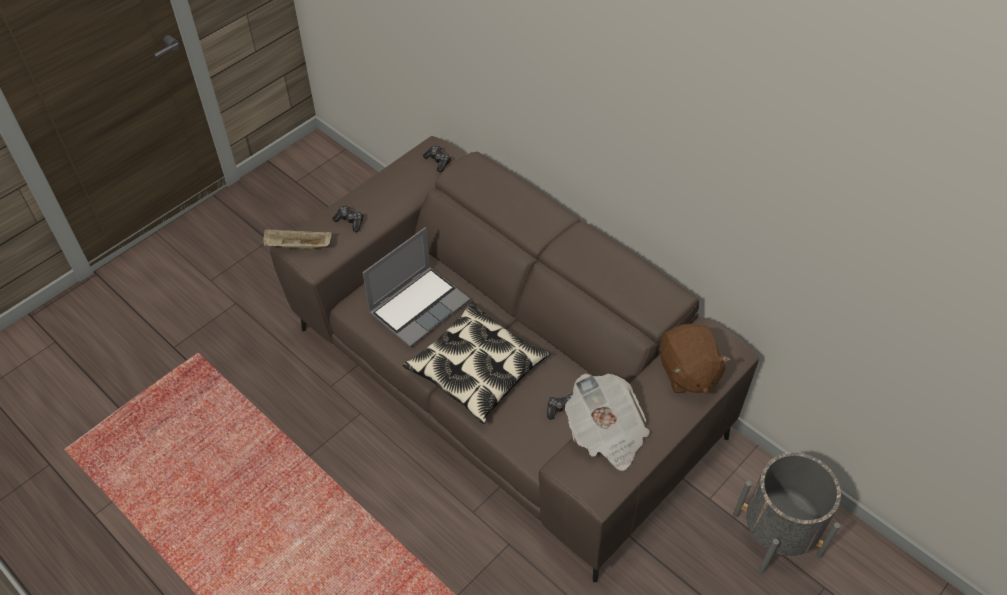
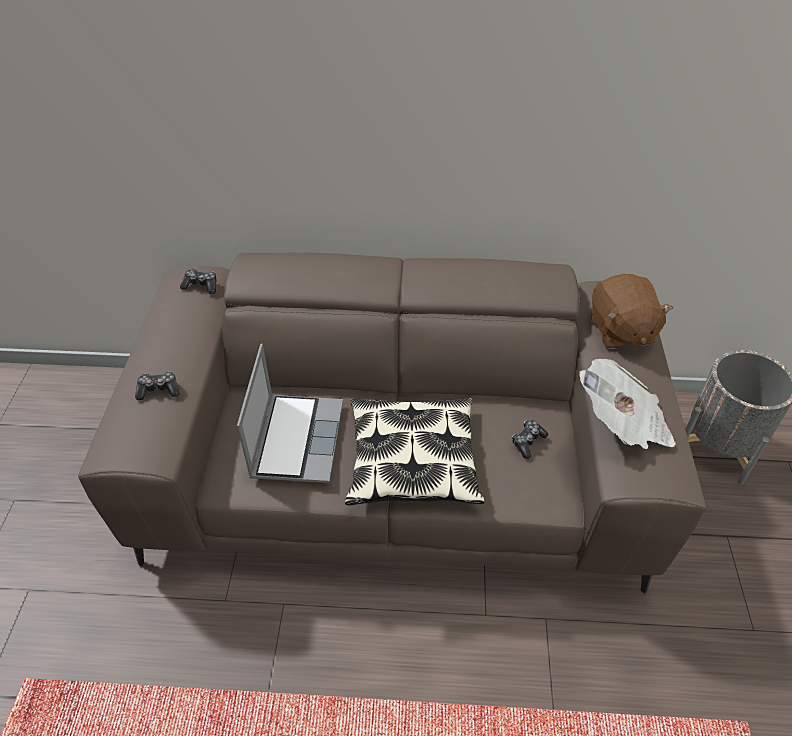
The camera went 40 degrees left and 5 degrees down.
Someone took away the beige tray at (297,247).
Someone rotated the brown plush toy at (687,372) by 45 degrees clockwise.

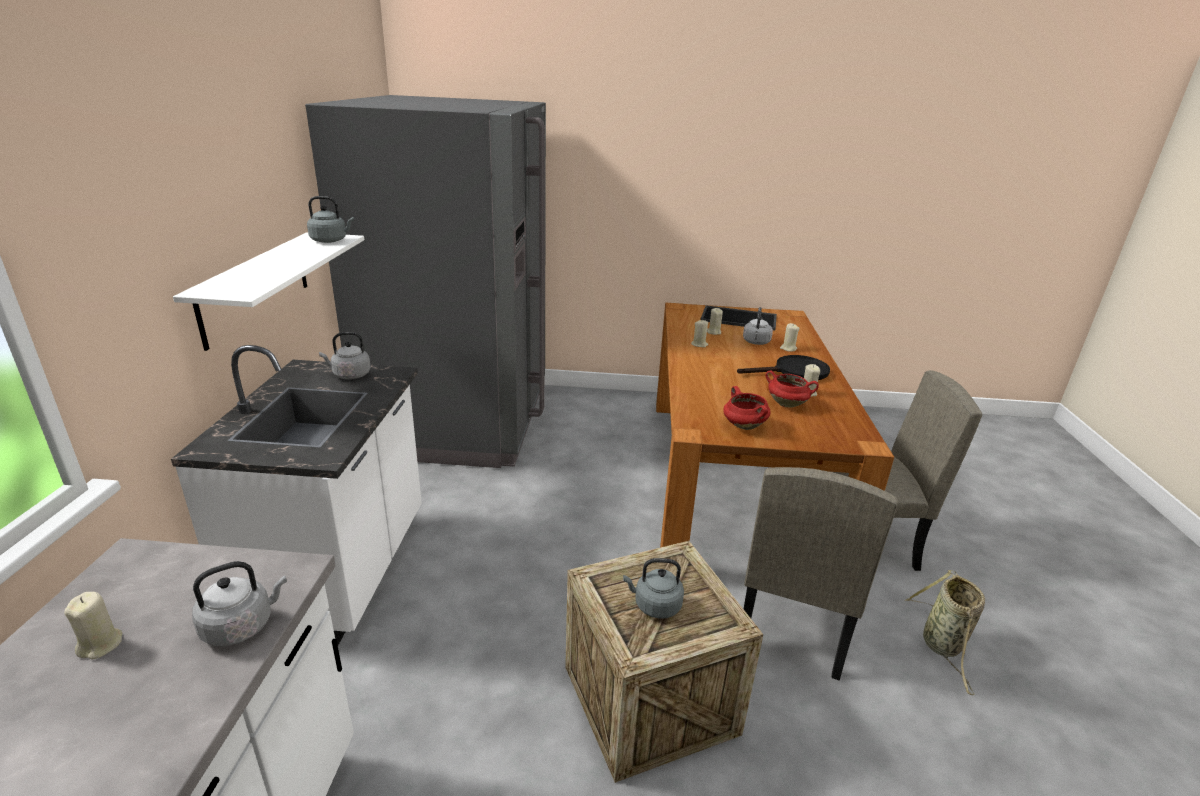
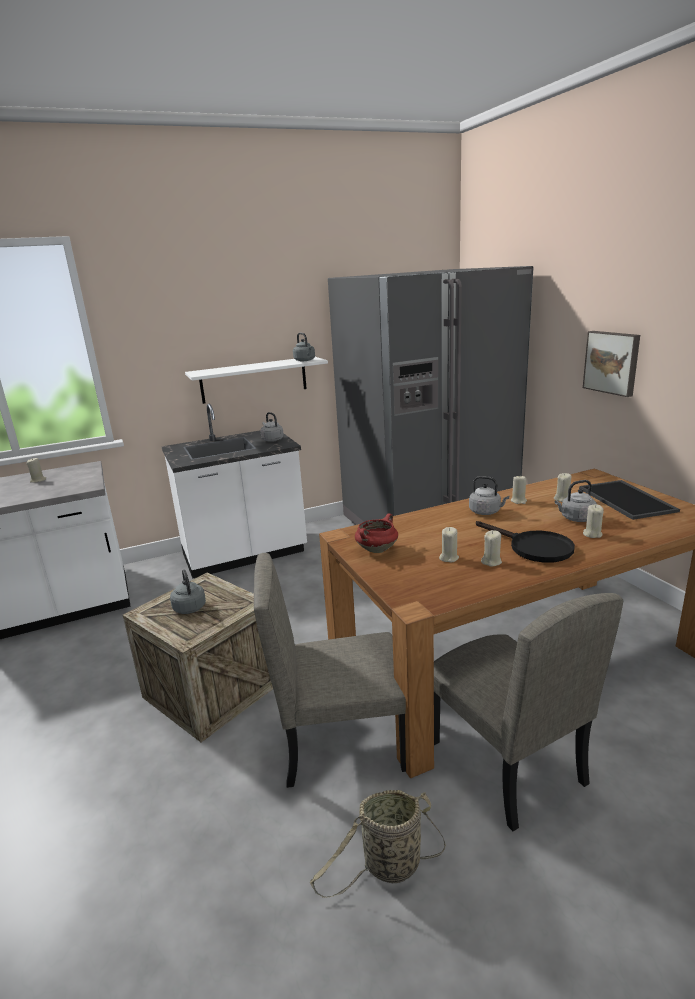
The camera went 65 degrees right and 5 degrees down.
Someone carried the grey kettle from (242,626) to (486,512).
Someone swapped the red cooking pot at (787,404) for the beige candle at (449,558).
Someone put up the picture at (612,362).

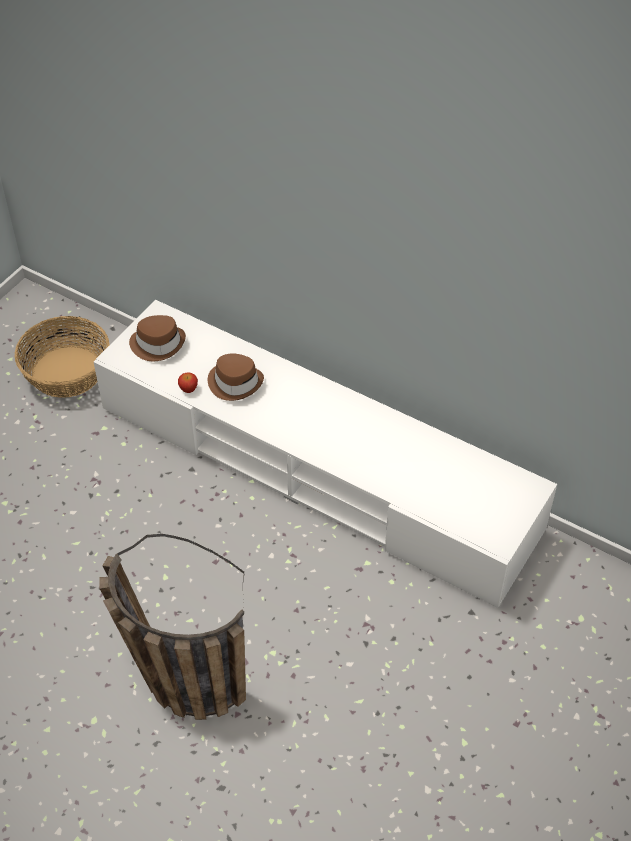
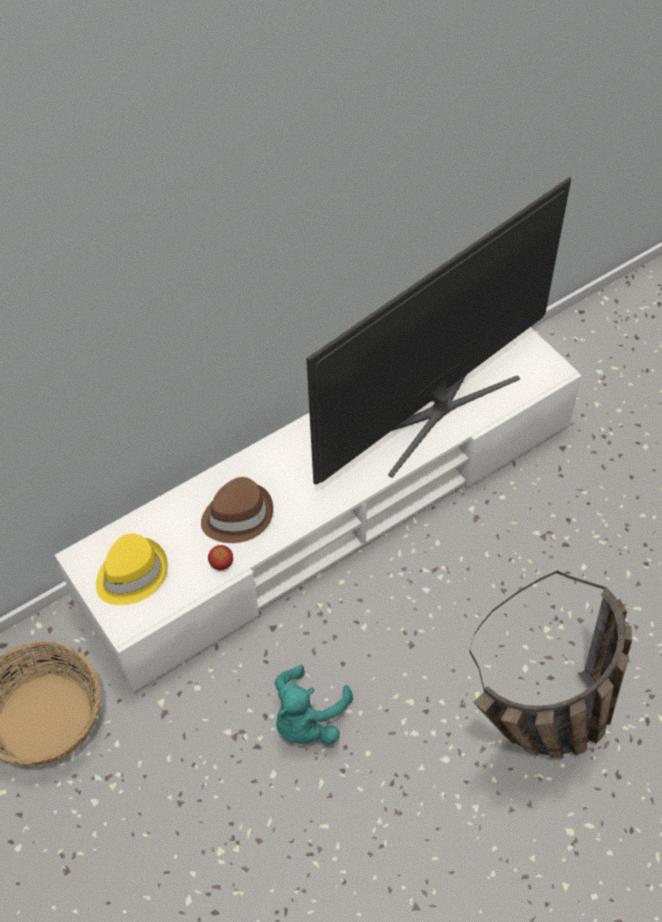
The camera went 65 degrees left and 5 degrees up.
Someone repainted the brown hat at (158,344), which became the yellow hat at (131,573).
Someone put down the turquoise plush toy at (307,720).
Someone put down the television at (436,408).

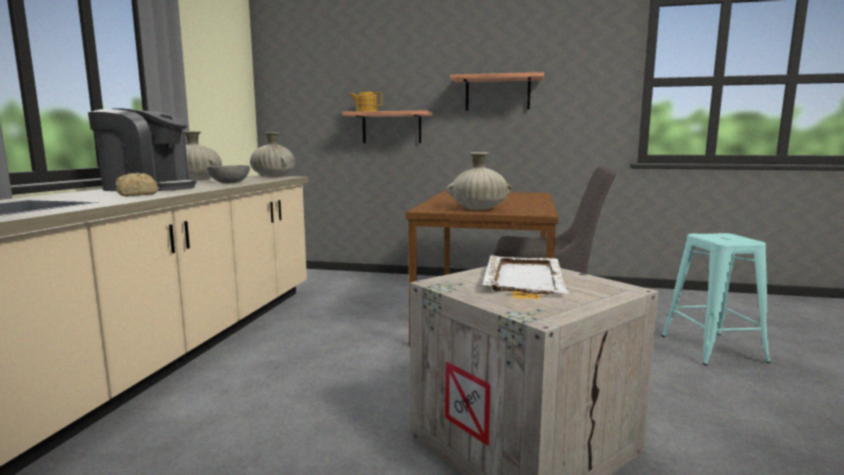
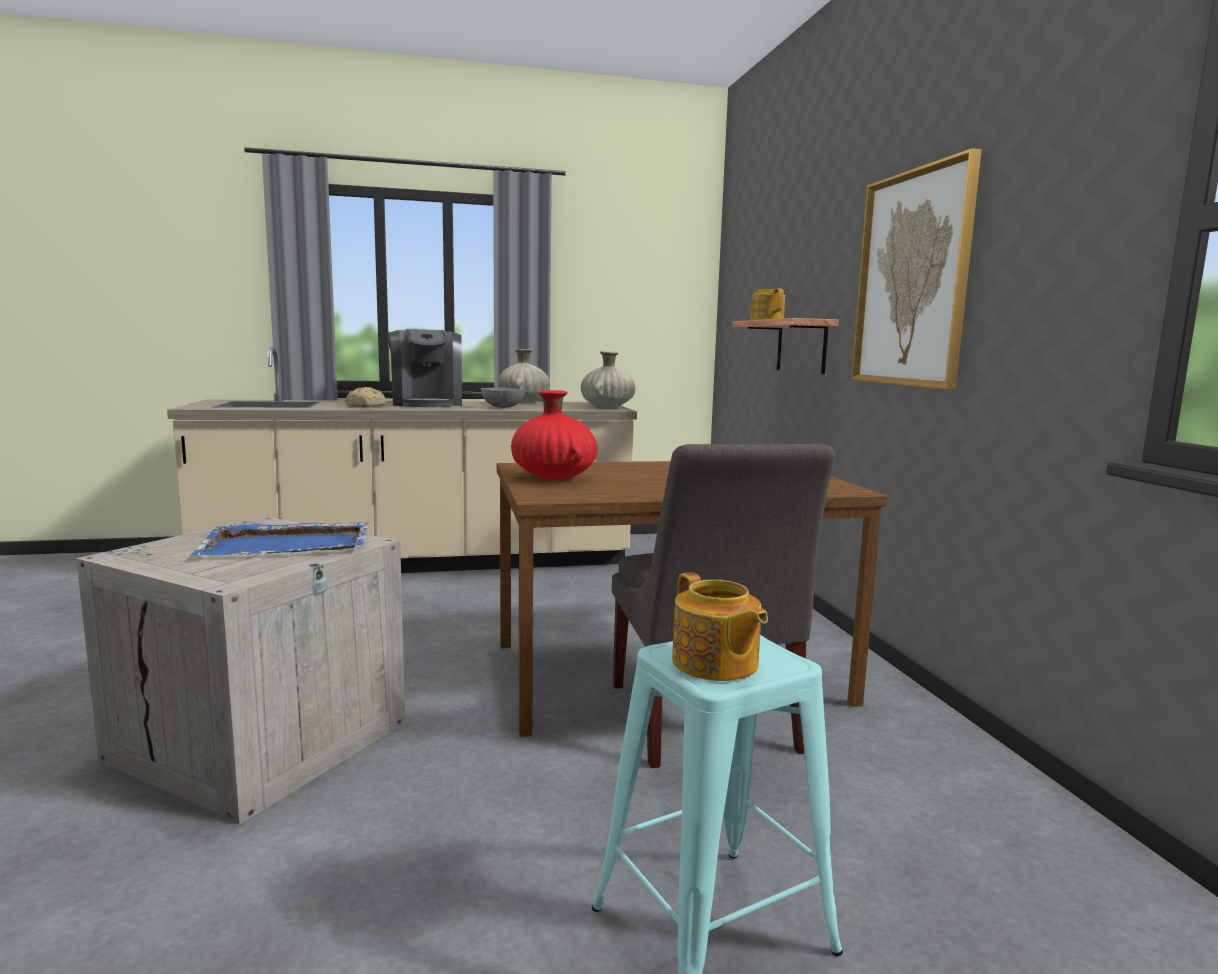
The camera went 65 degrees right and 0 degrees up.
Someone repainted the beige vase at (479,209), which became the red vase at (553,478).
Someone swapped the shelf at (497,93) for the picture at (912,279).
Someone repainted the white tray at (524,277), which became the blue tray at (289,544).
Someone put down the teapot at (715,664).

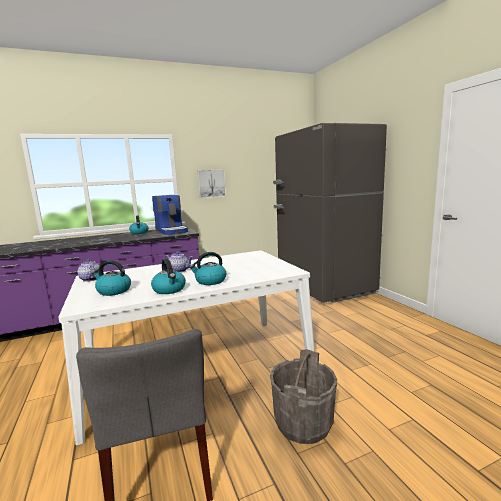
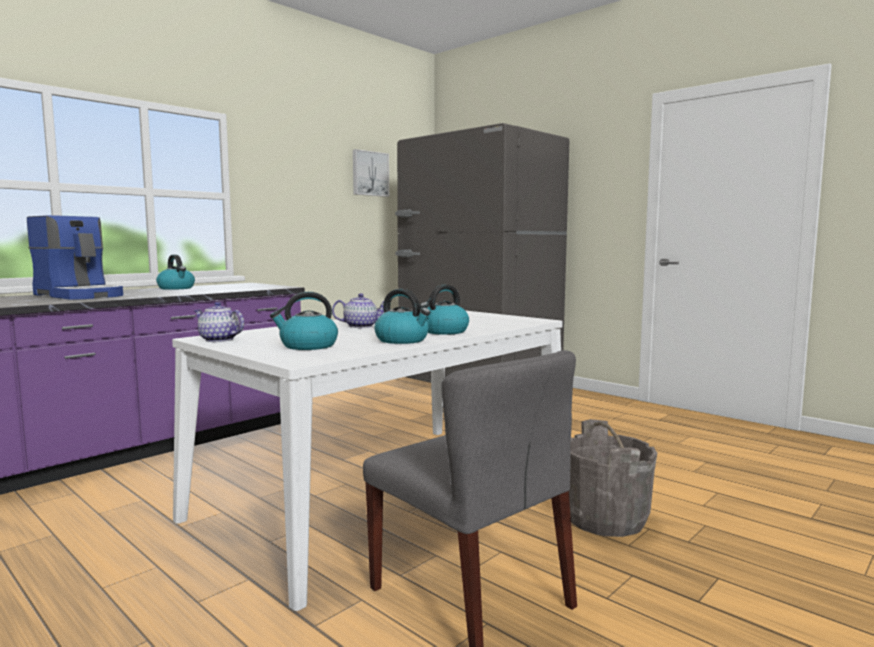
The camera went 25 degrees left and 5 degrees down.
Someone carried the coffee machine from (172,231) to (80,295).
Someone carried the picture from (211,183) to (369,173).

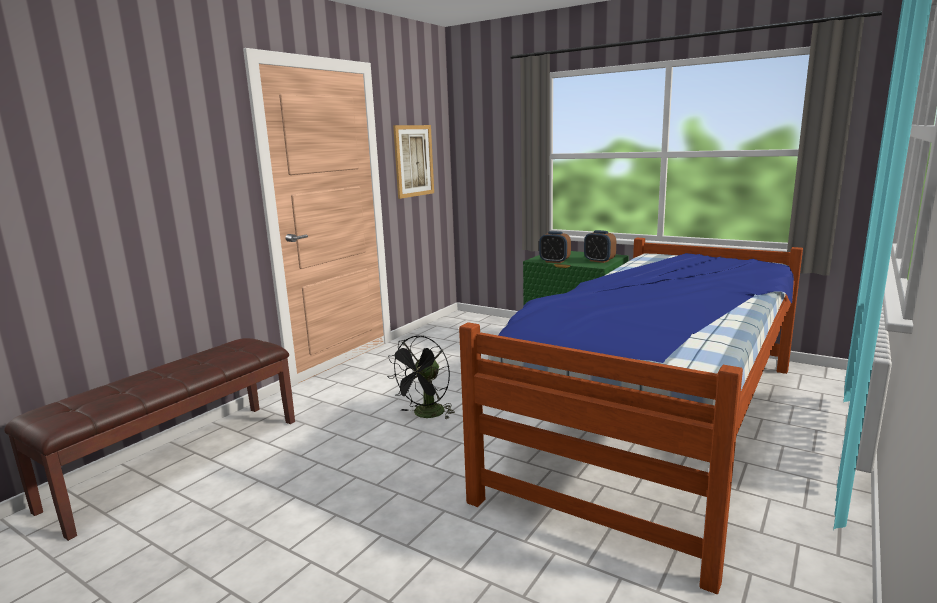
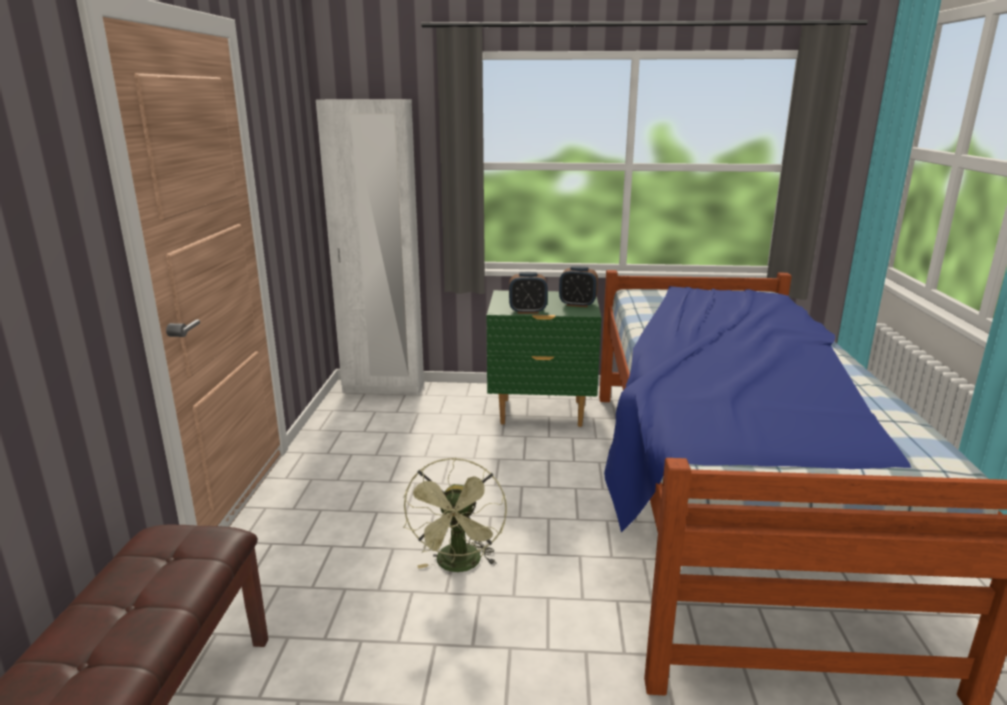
The camera went 30 degrees left and 5 degrees up.
Someone repainted the black fan at (425,415), which became the green fan at (459,566).
Someone took away the picture at (413,161).
Someone put down the white wardrobe at (383,388).

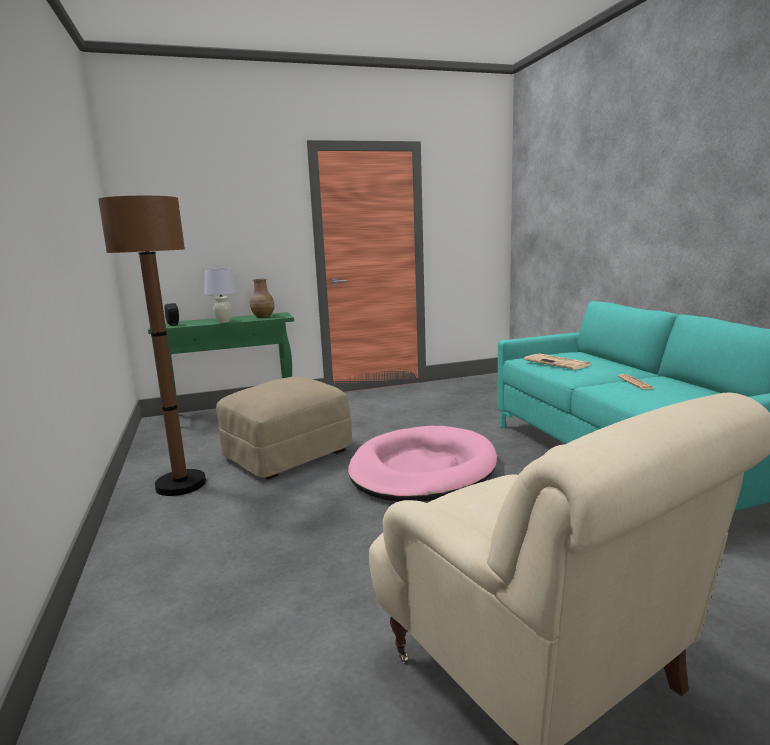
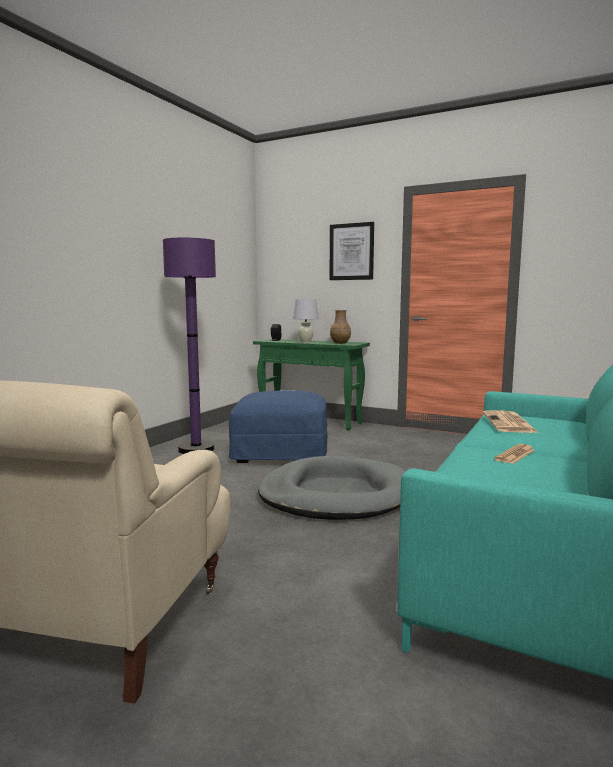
The camera went 45 degrees right and 5 degrees down.
Someone repainted the brown floor lamp at (181,484), which became the purple floor lamp at (196,449).
Someone repainted the beige ottoman at (287,454), which became the blue ottoman at (281,453).
Someone repainted the pink dog bed at (422,470), which became the grey dog bed at (335,495).
Someone put up the picture at (351,251).

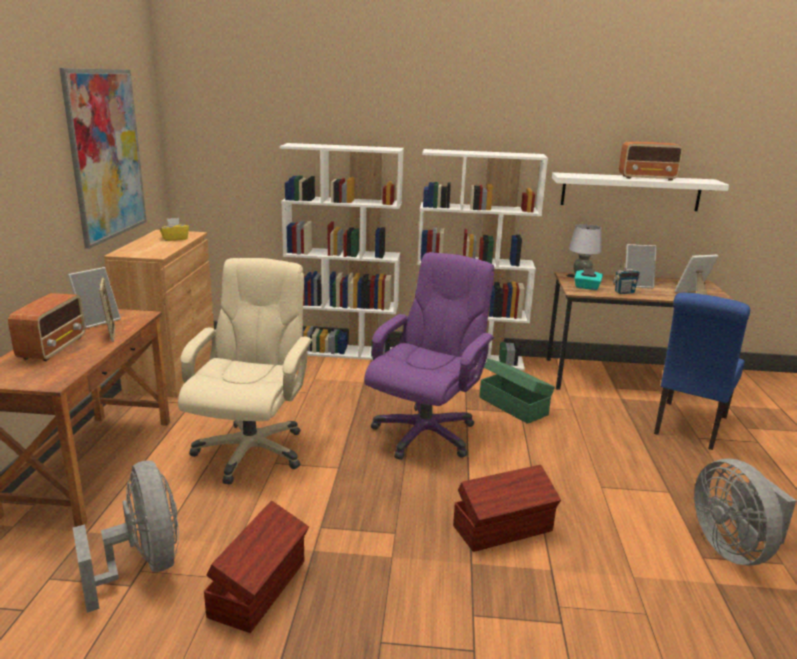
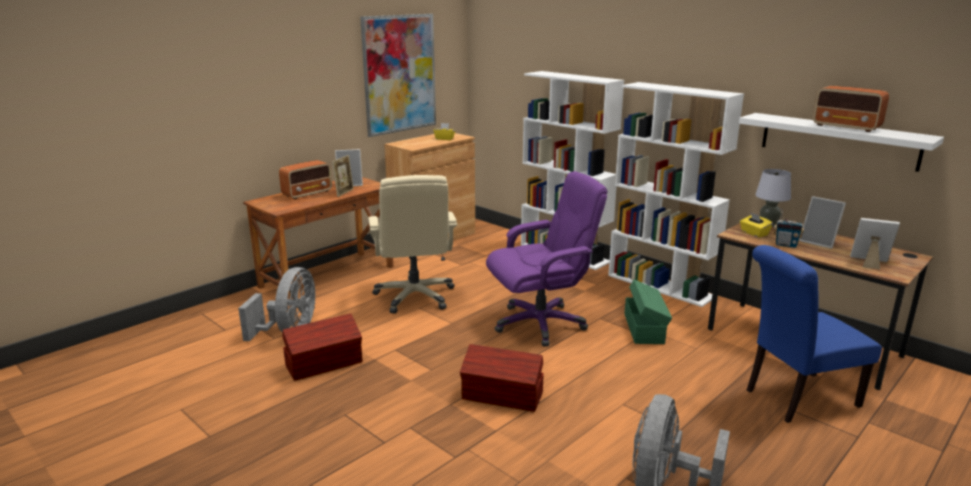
The camera went 40 degrees right and 0 degrees up.
Someone rotated the beige office chair at (251,451) by 120 degrees clockwise.
Someone repainted the turquoise tissue box at (587,287), which became the yellow tissue box at (754,233).

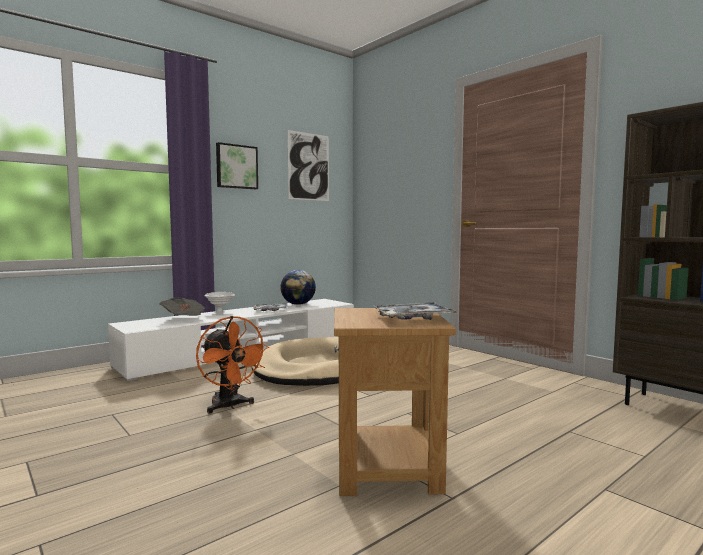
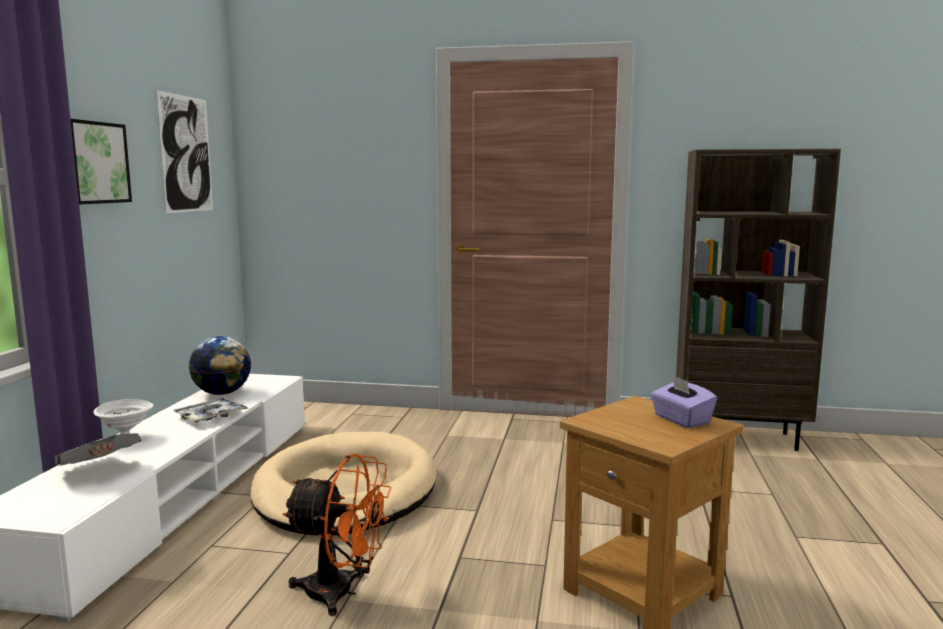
The camera went 40 degrees left and 5 degrees up.
Someone swapped the tray at (413,318) for the purple tissue box at (681,420).

